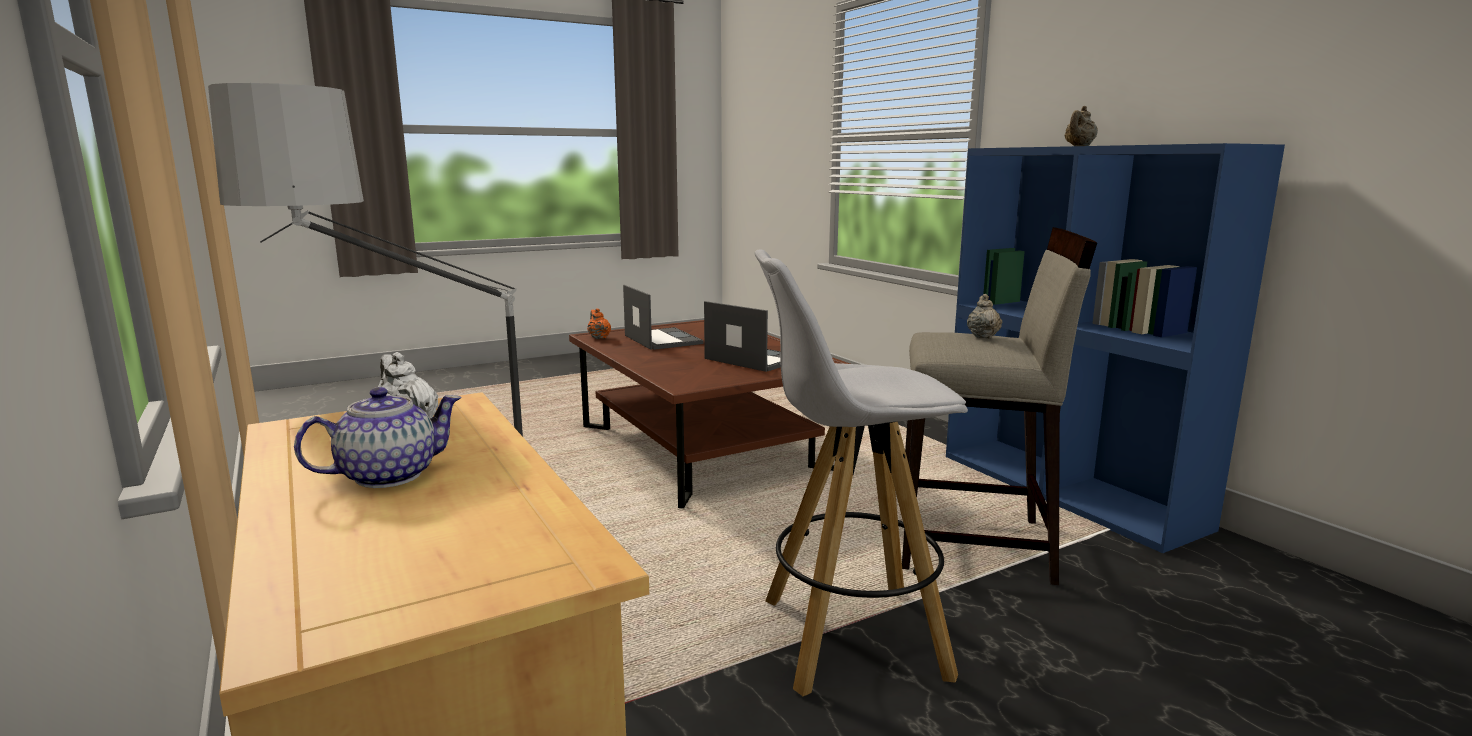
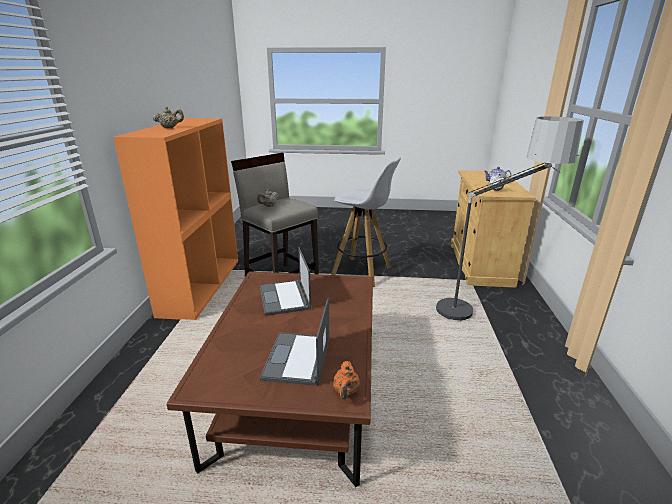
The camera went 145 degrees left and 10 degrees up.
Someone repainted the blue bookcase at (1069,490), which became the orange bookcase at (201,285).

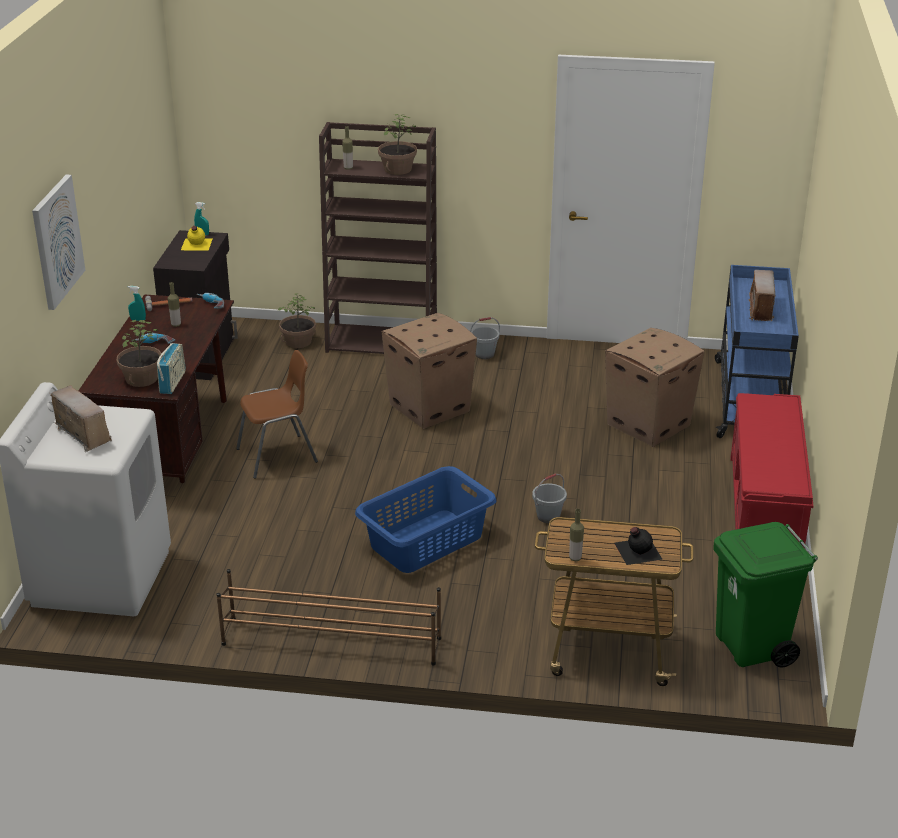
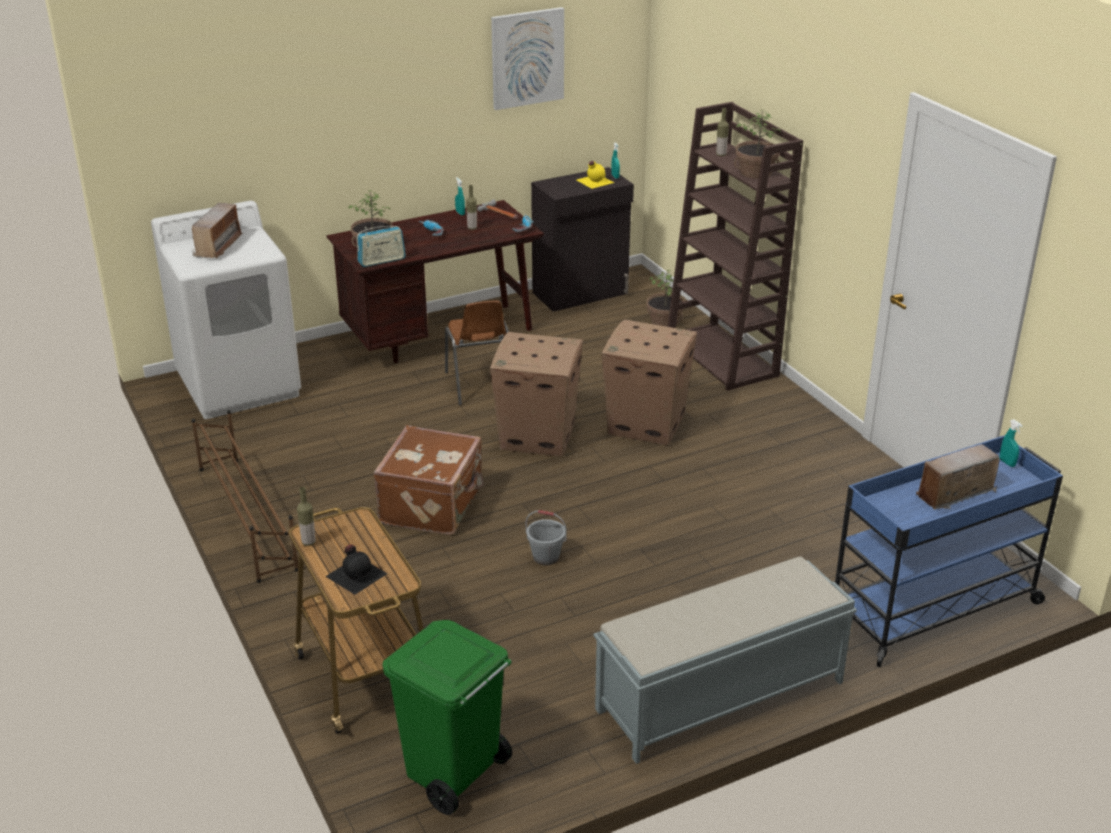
The camera went 55 degrees right and 0 degrees up.
Someone carried the picture from (56,241) to (527,58).
Someone rotated the brown chair at (278,456) by 45 degrees clockwise.
Someone swapped the blue laundry basket at (425,541) for the brown suitcase at (433,505).
Someone took away the grey bucket at (484,354).
Someone carried the cardboard box from (649,425) to (538,436).
Someone repainted the red bench at (764,510), which became the grey bench at (718,696).
Someone put down the turquoise spray bottle at (1007,463).

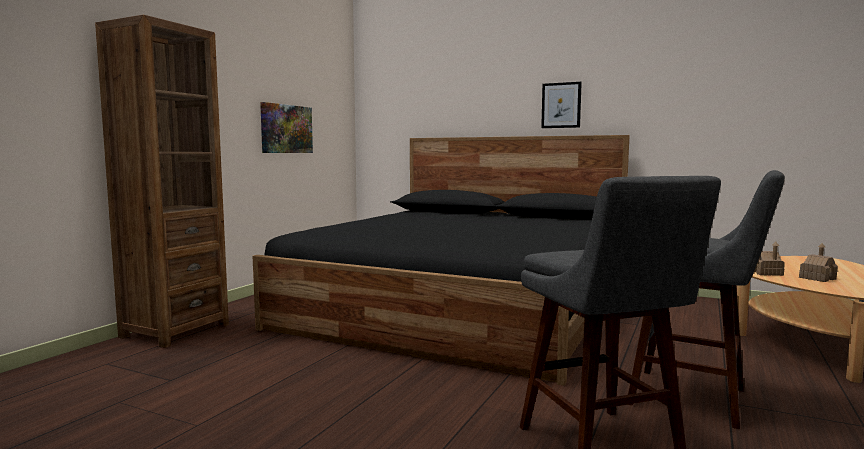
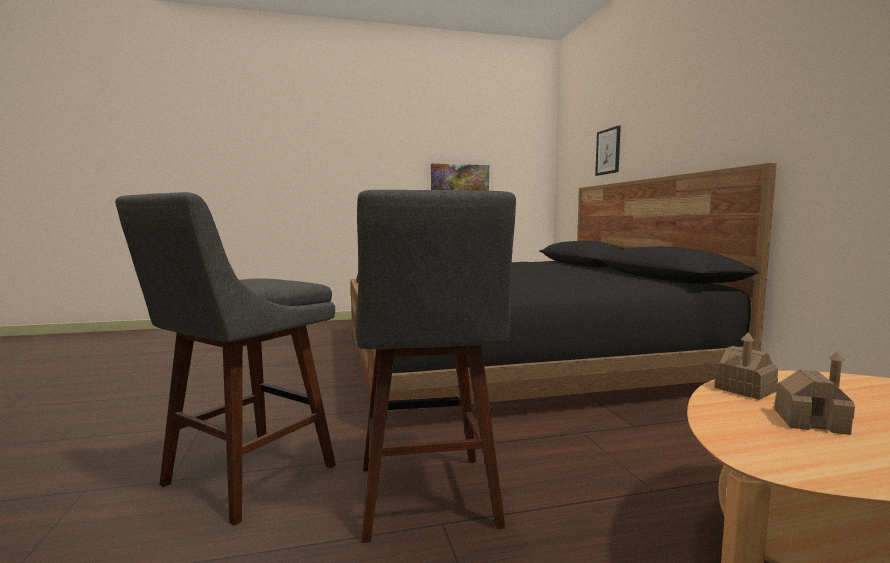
The camera went 50 degrees right and 0 degrees up.
Someone took away the brown bookcase at (175,331).
Someone carried the picture from (561,105) to (608,151).

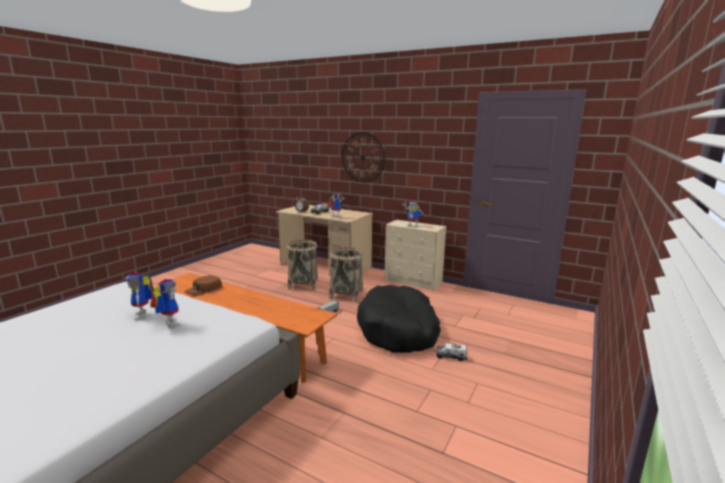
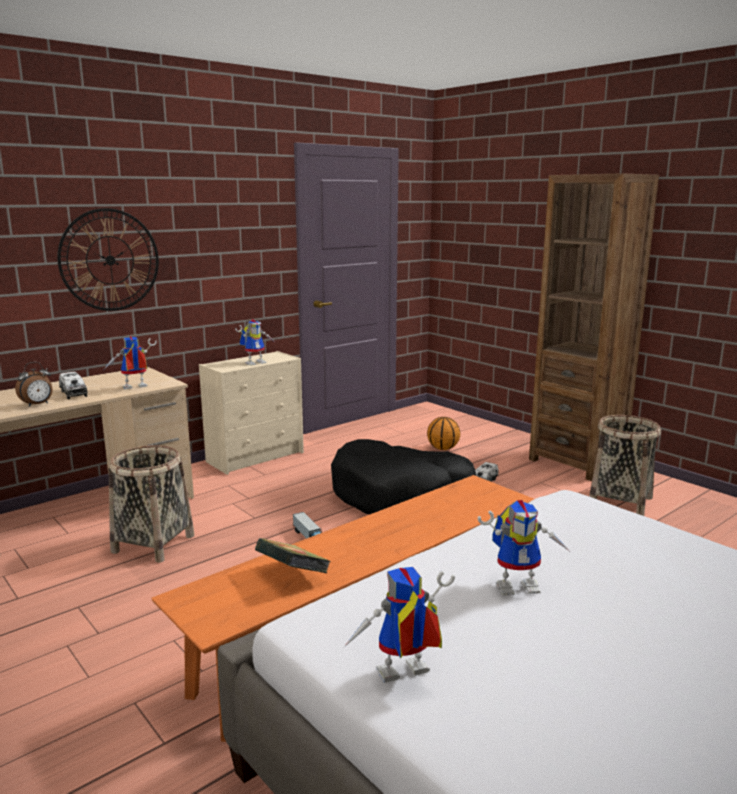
The camera went 70 degrees left and 0 degrees up.
Someone carried the toy robot from (168,324) to (401,677).
Someone swapped the brown cap at (204,289) for the book at (293,575).
Someone carried the basket from (346,294) to (620,501).
Someone put down the basketball at (443,448).
Someone put down the brown bookcase at (577,462).

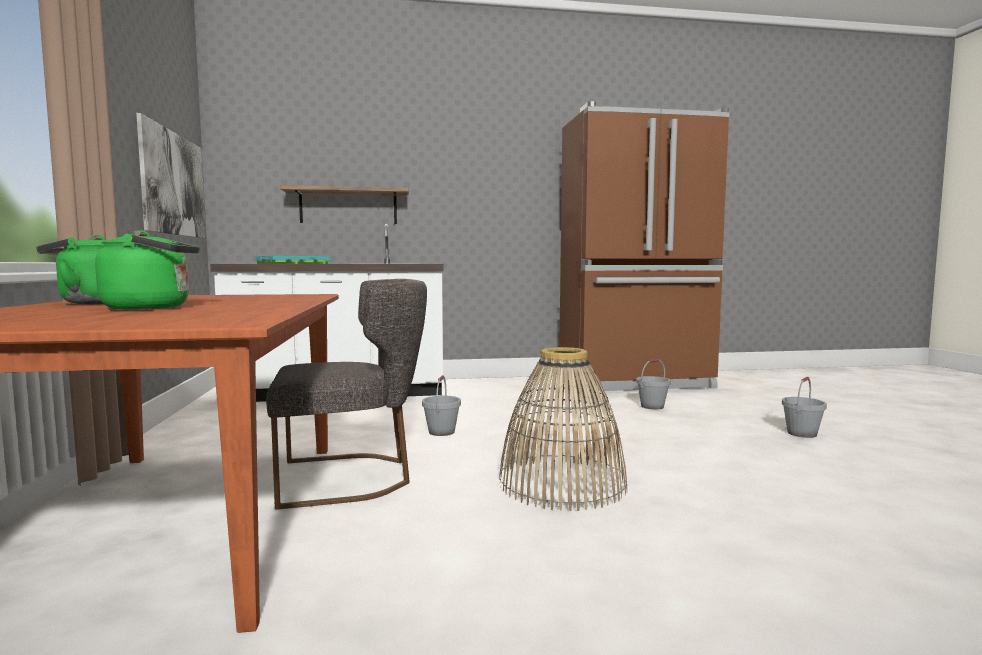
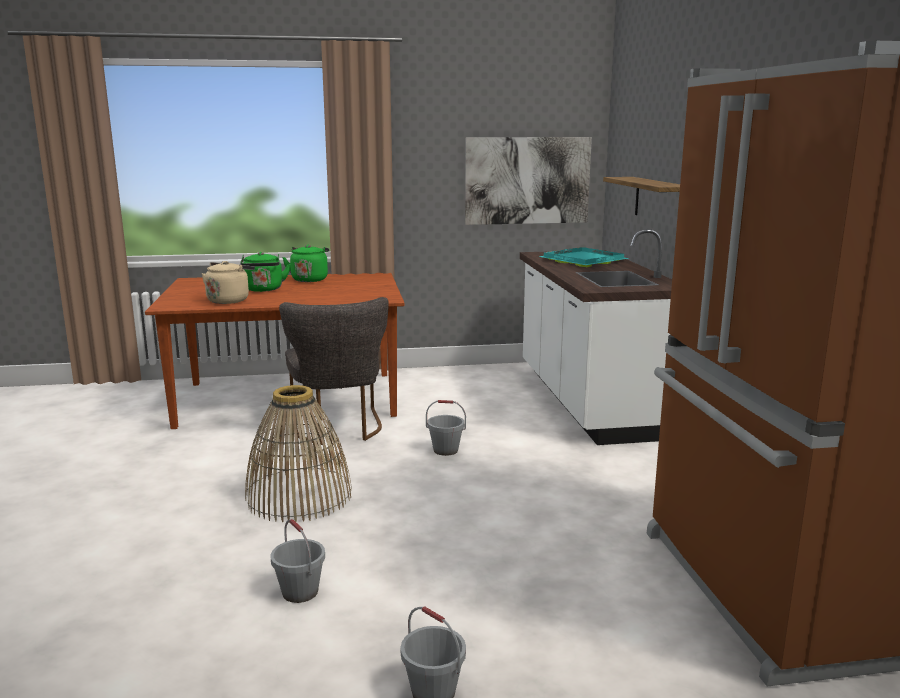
The camera went 90 degrees right and 10 degrees up.
Someone carried the grey bucket from (652,406) to (300,592).
Someone put down the beige kettle at (229,300).

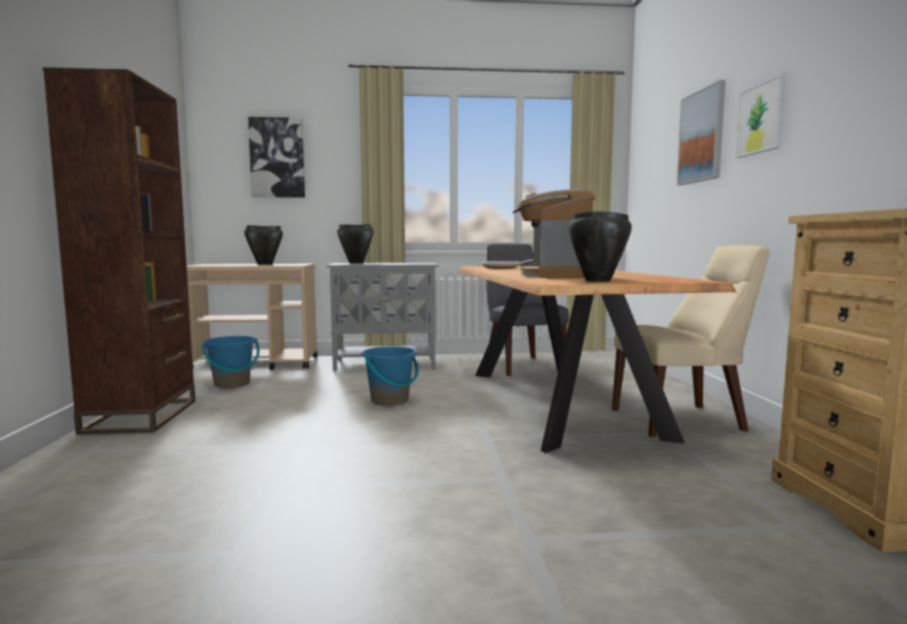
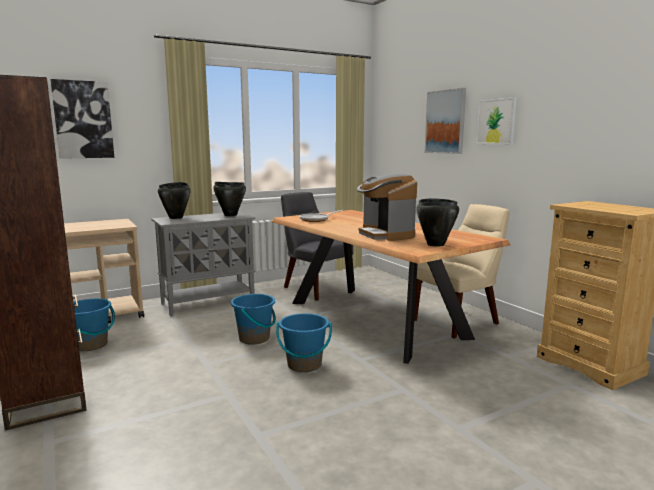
The camera went 25 degrees left and 5 degrees up.
Someone carried the black cooking pot from (265,264) to (230,215).
Someone put down the blue bucket at (304,365).

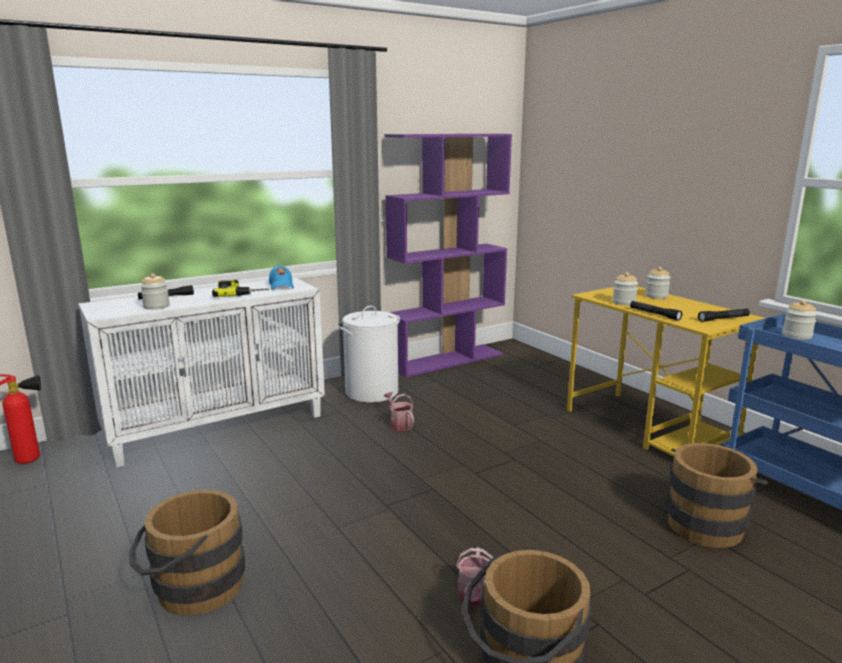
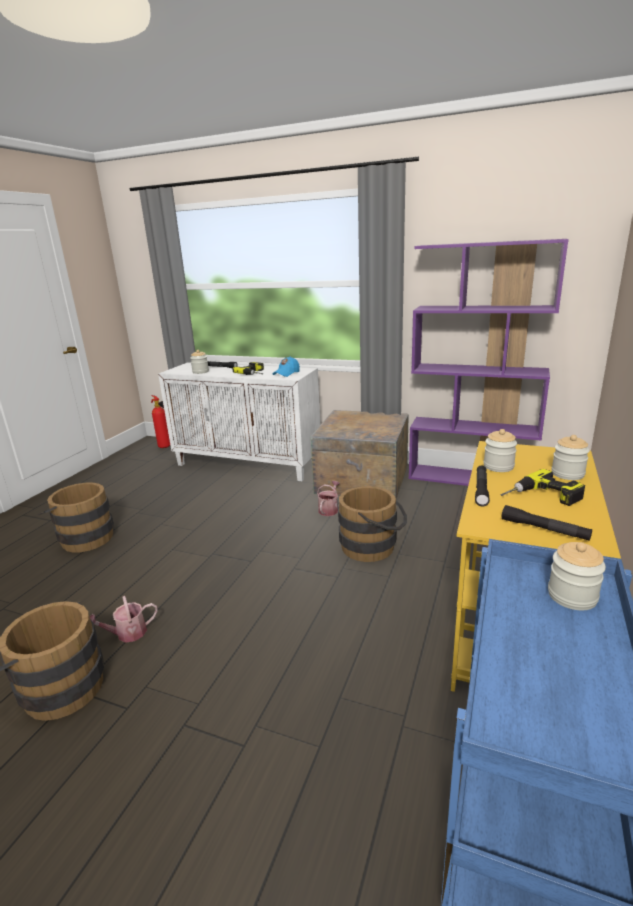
The camera went 55 degrees right and 5 degrees up.
Someone swapped the white laundry basket at (372,392) for the crate at (364,479).
Someone carried the brown bucket from (707,522) to (373,547).
Someone put down the power drill at (541,497).

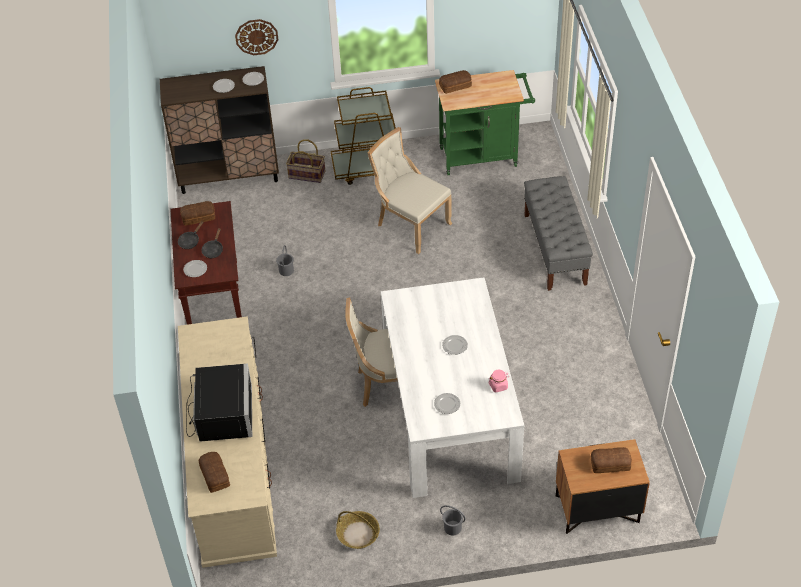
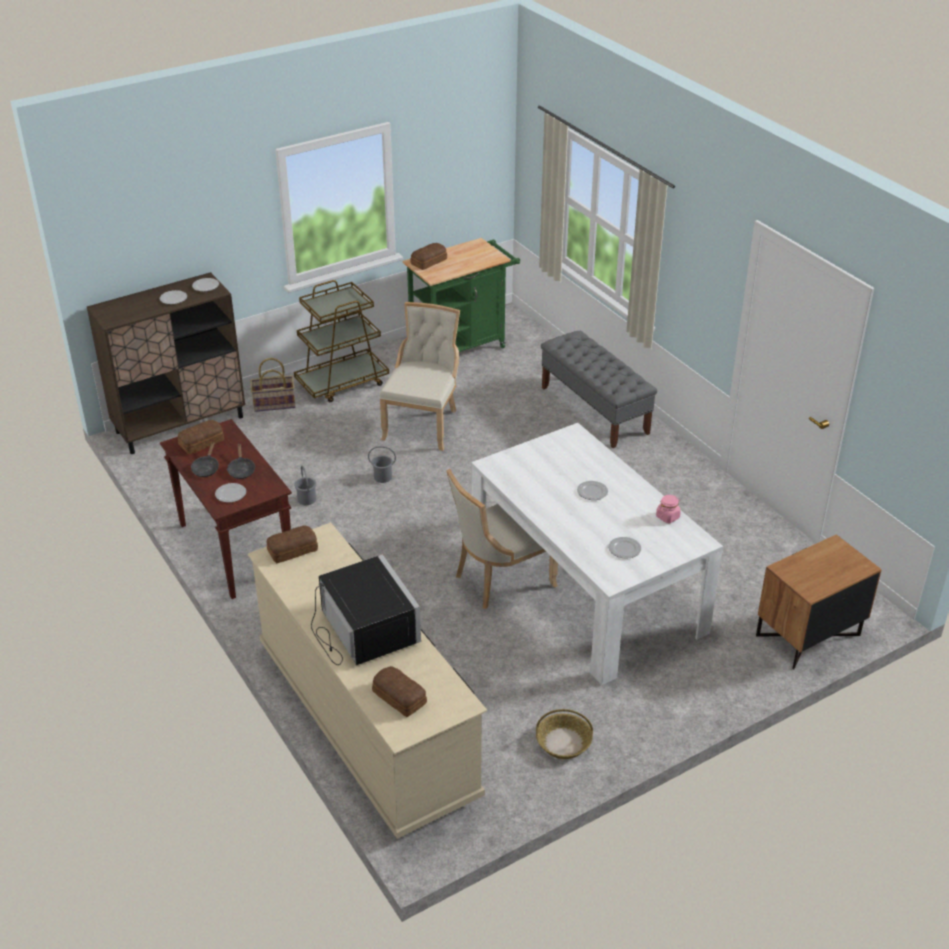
The camera went 25 degrees left and 10 degrees down.
Someone took away the wall clock at (256,36).
Someone rotated the beige chair at (410,225) by 90 degrees clockwise.
Someone carried the grey bucket from (452,527) to (382,477).
Someone carried the bread from (609,463) to (291,550).

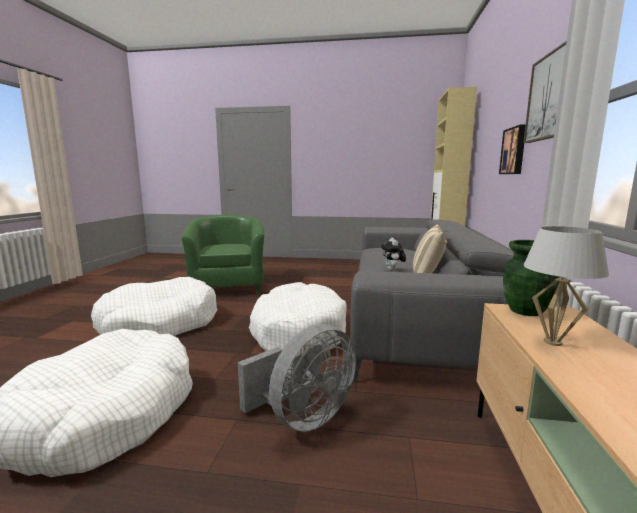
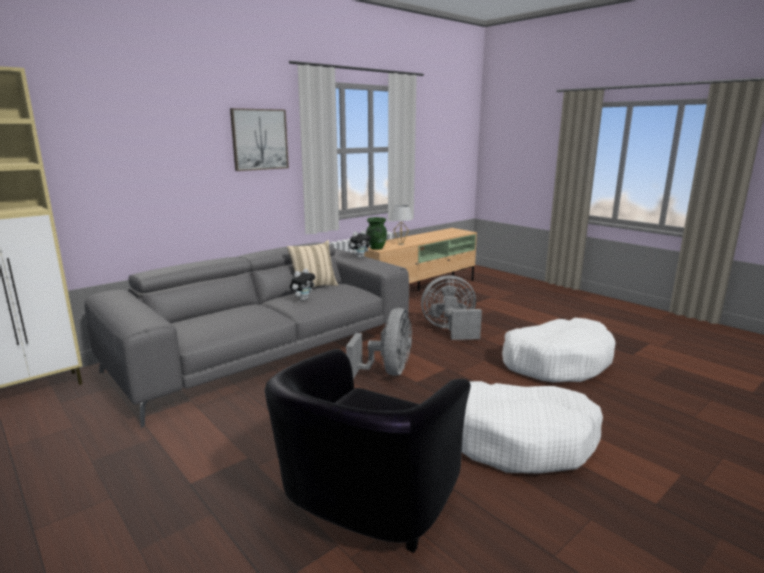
The camera went 140 degrees left and 5 degrees up.
Someone repainted the green armchair at (228,287), which became the black armchair at (365,507).
Someone swapped the white dog bed at (298,332) for the grey fan at (387,372).
Someone took away the picture at (514,151).
Someone put down the plush toy at (360,257).

